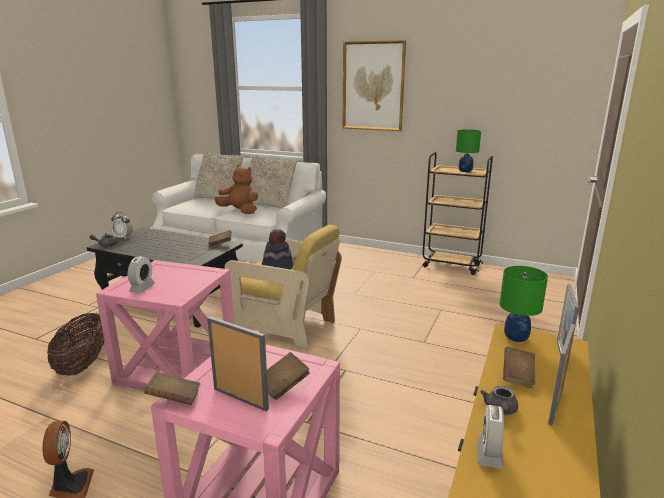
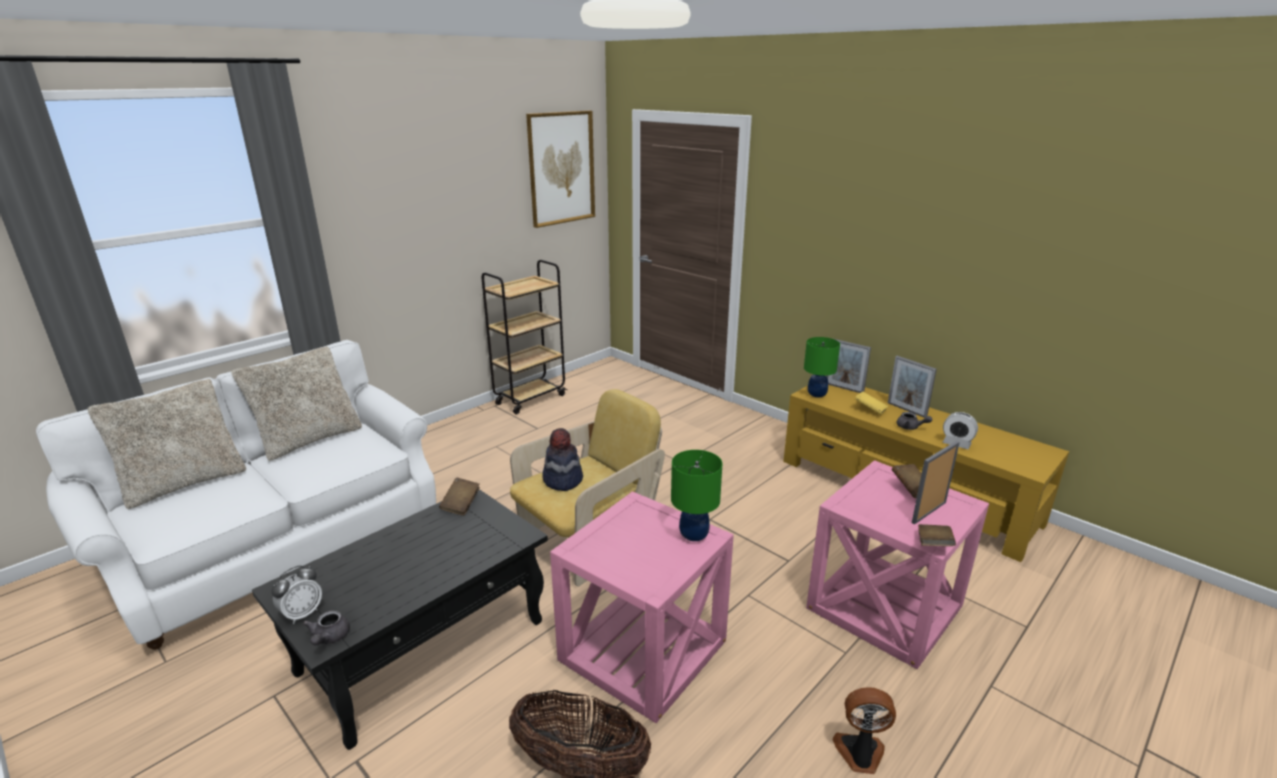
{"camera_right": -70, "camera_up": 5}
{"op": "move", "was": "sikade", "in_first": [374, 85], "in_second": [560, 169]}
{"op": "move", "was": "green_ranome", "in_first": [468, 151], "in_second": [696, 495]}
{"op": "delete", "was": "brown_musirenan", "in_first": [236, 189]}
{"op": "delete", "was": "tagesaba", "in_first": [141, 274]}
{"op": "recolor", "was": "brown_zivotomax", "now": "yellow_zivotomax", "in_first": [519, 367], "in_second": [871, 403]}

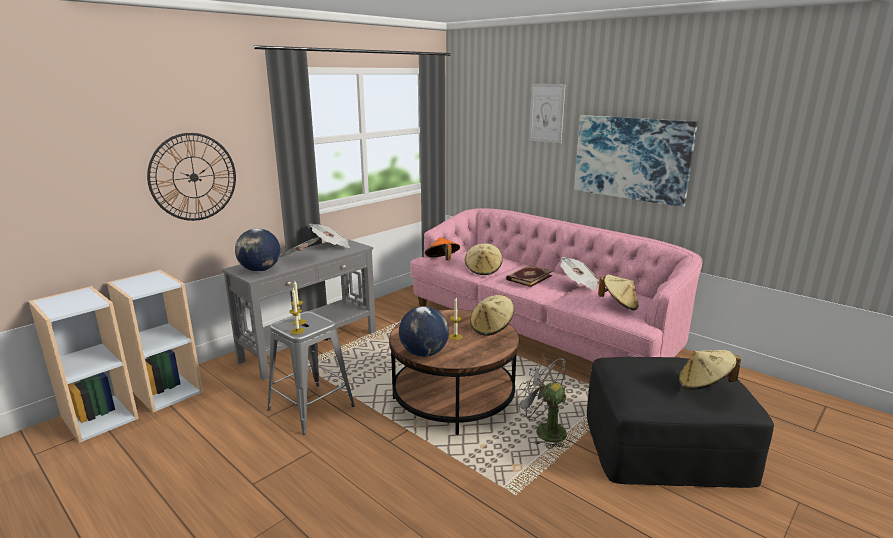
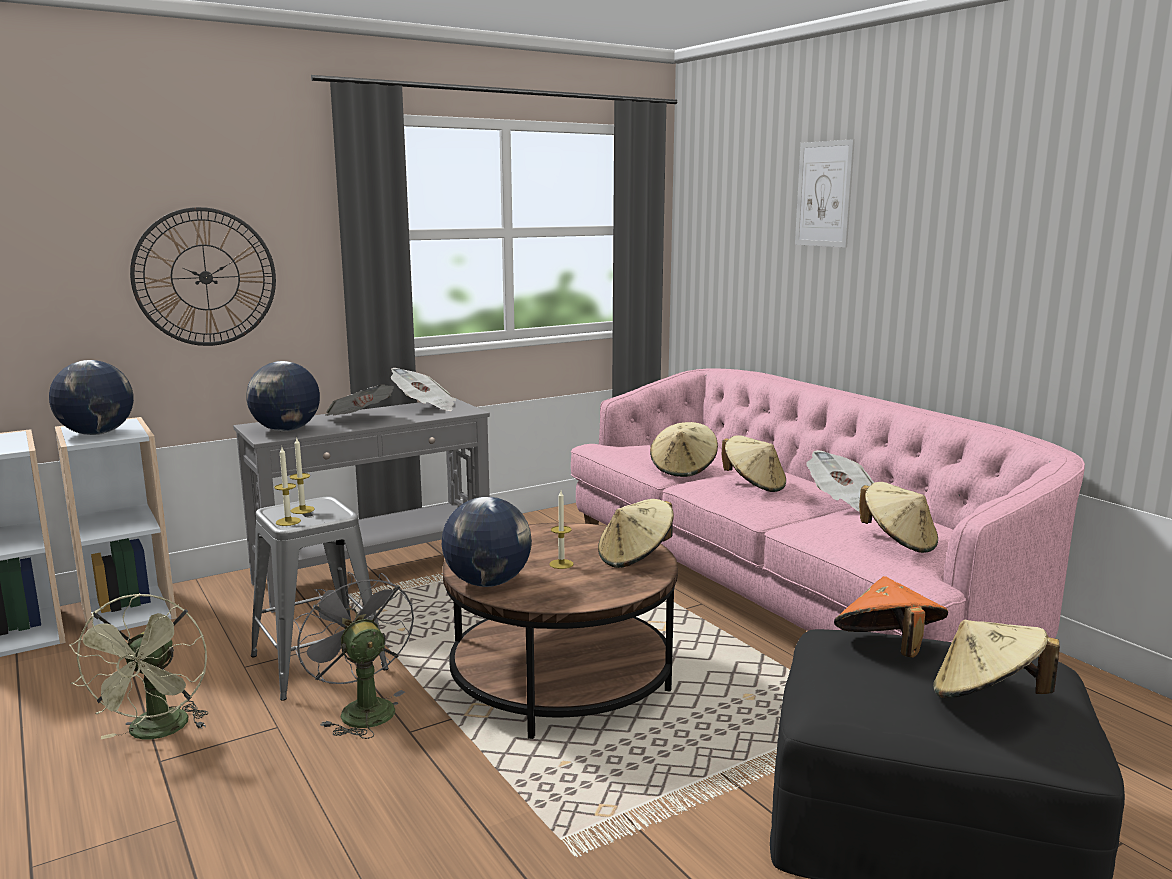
{"camera_right": 15, "camera_up": -5}
{"op": "delete", "was": "sikade", "in_first": [636, 161]}
{"op": "move", "was": "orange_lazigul", "in_first": [442, 248], "in_second": [891, 617]}
{"op": "replace", "was": "zivotomax", "now": "beige_lazigul", "in_first": [529, 276], "in_second": [754, 463]}
{"op": "move", "was": "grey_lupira", "in_first": [543, 401], "in_second": [354, 655]}
{"op": "insert", "now": "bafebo", "in_second": [91, 397]}
{"op": "insert", "now": "green_lupira", "in_second": [139, 666]}

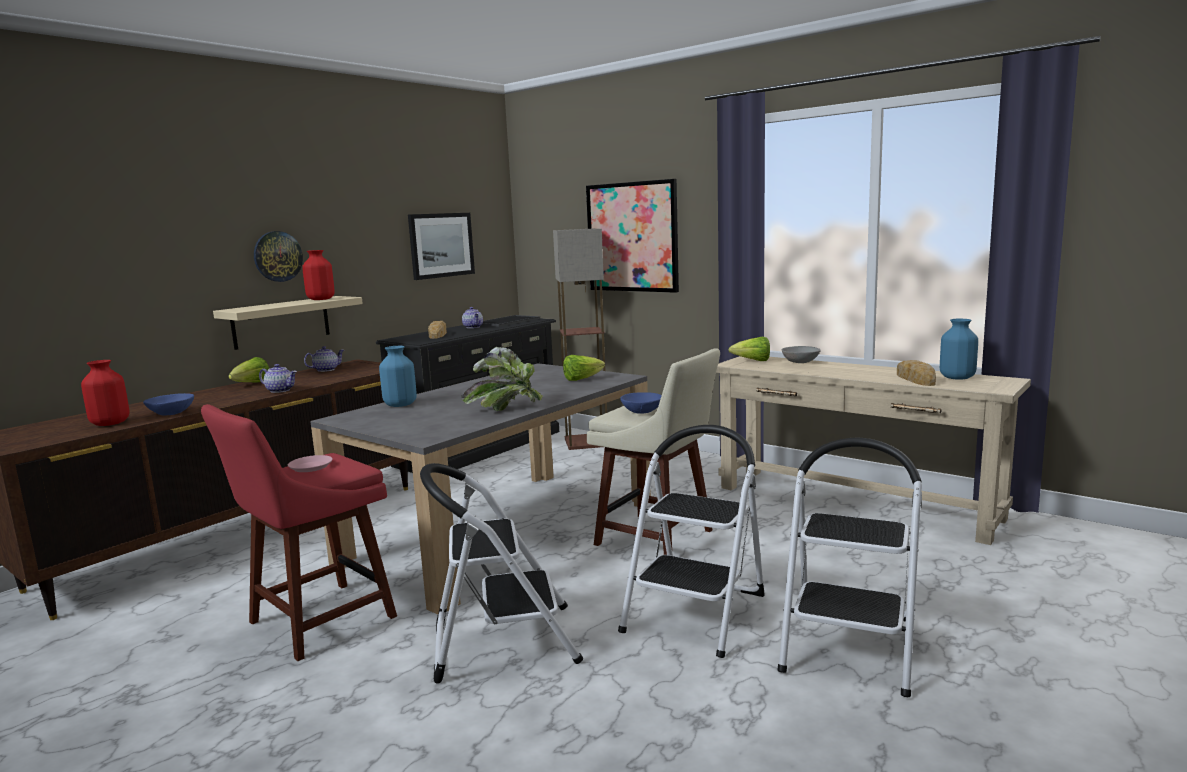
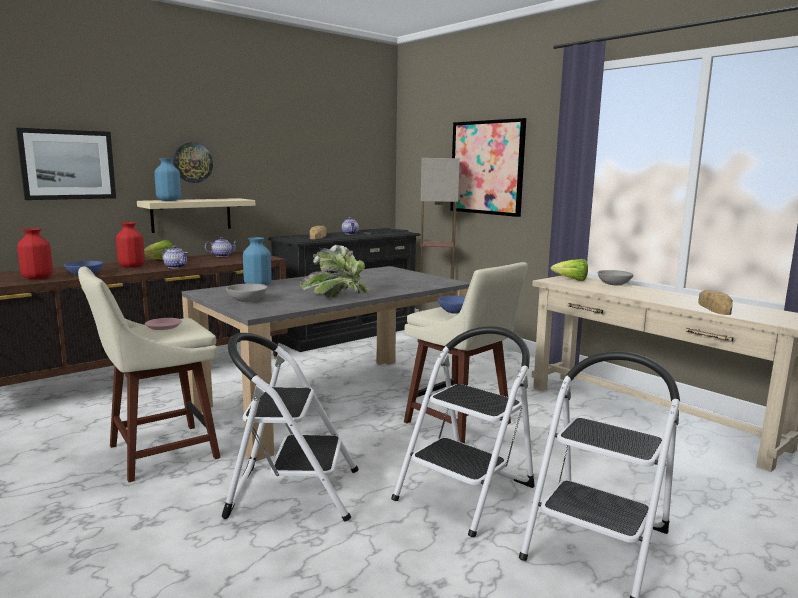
{"camera_right": 10, "camera_up": 0}
{"op": "move", "was": "sikade", "in_first": [441, 246], "in_second": [66, 164]}
{"op": "move", "was": "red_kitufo", "in_first": [318, 275], "in_second": [130, 245]}
{"op": "move", "was": "blue_kitufo", "in_first": [959, 349], "in_second": [167, 179]}
{"op": "delete", "was": "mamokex", "in_first": [584, 368]}
{"op": "recolor", "was": "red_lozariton", "now": "beige_lozariton", "in_first": [299, 532], "in_second": [149, 374]}
{"op": "insert", "now": "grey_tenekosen", "in_second": [247, 292]}

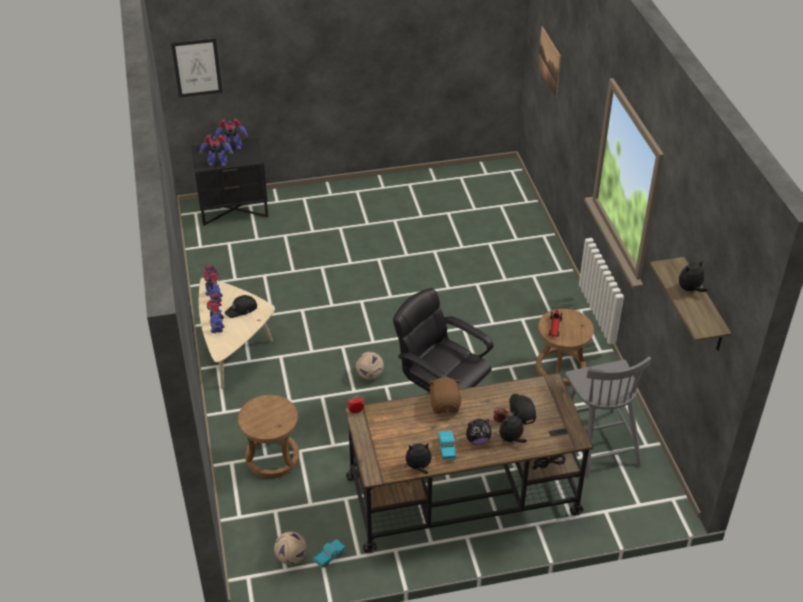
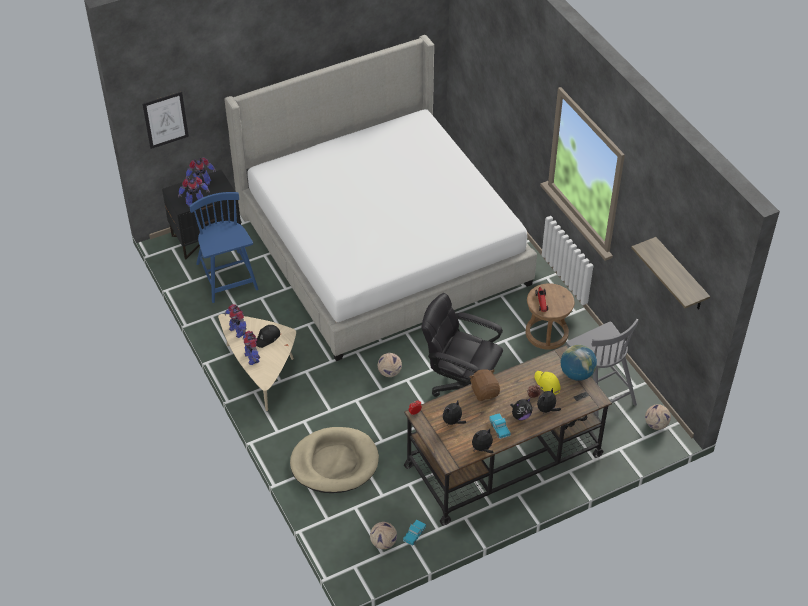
{"camera_right": -15, "camera_up": 5}
{"op": "delete", "was": "sikade", "in_first": [549, 62]}
{"op": "move", "was": "musirenan", "in_first": [693, 276], "in_second": [454, 413]}
{"op": "recolor", "was": "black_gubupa", "now": "yellow_gubupa", "in_first": [522, 409], "in_second": [547, 383]}
{"op": "replace", "was": "brown_lozariton", "now": "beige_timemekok", "in_first": [268, 436], "in_second": [334, 460]}
{"op": "insert", "now": "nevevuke", "in_second": [380, 198]}
{"op": "insert", "now": "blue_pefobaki", "in_second": [223, 247]}
{"op": "insert", "now": "bafebo", "in_second": [579, 363]}
{"op": "insert", "now": "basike", "in_second": [658, 417]}

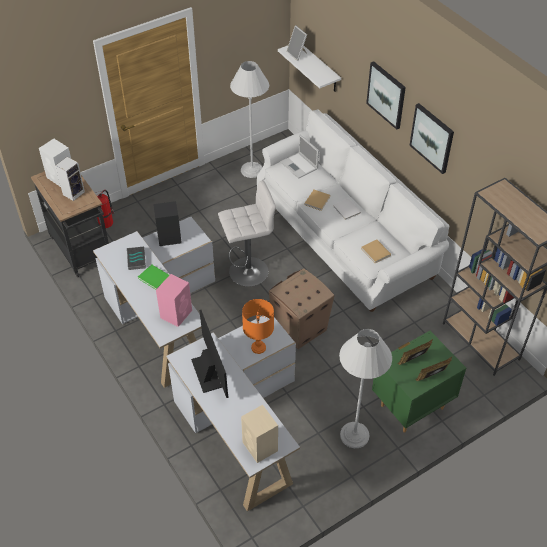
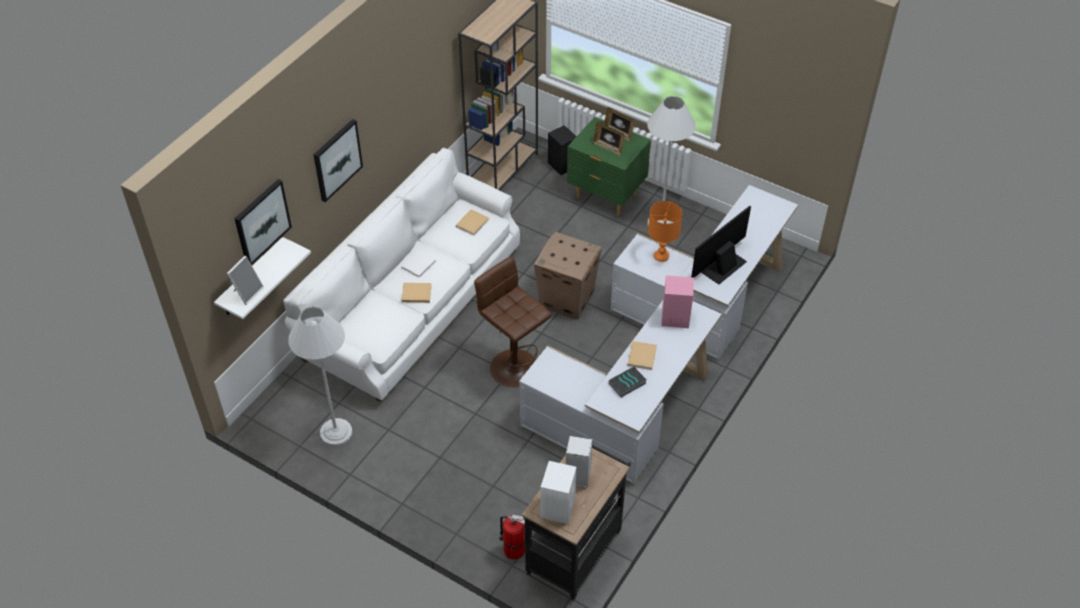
{"camera_right": -115, "camera_up": 0}
{"op": "move", "was": "sikade", "in_first": [431, 138], "in_second": [263, 222]}
{"op": "delete", "was": "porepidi", "in_first": [299, 156]}
{"op": "recolor", "was": "white_lozariton", "now": "brown_lozariton", "in_first": [247, 233], "in_second": [513, 322]}
{"op": "move", "was": "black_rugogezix", "in_first": [167, 223], "in_second": [562, 150]}
{"op": "recolor", "was": "green_zivotomax", "now": "beige_zivotomax", "in_first": [153, 277], "in_second": [642, 355]}
{"op": "delete", "was": "beige_rugogezix", "in_first": [259, 434]}

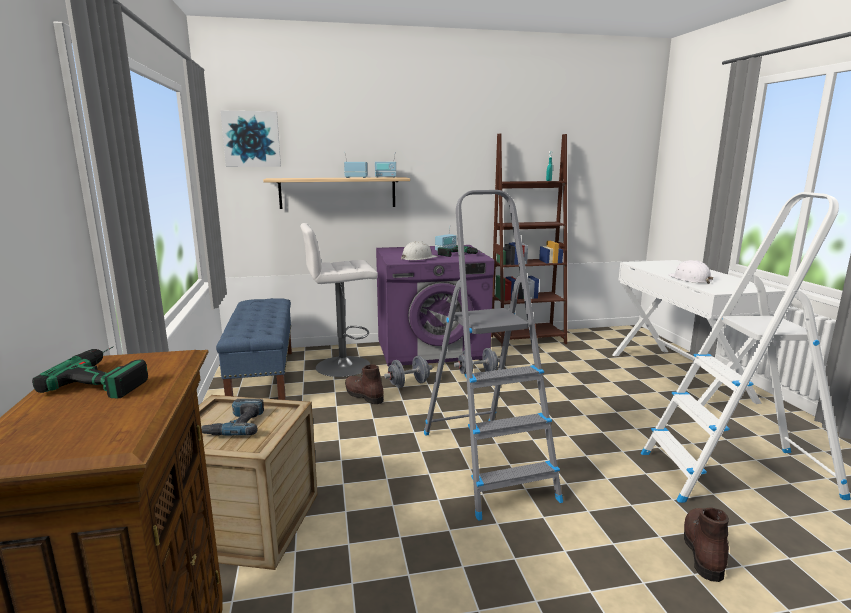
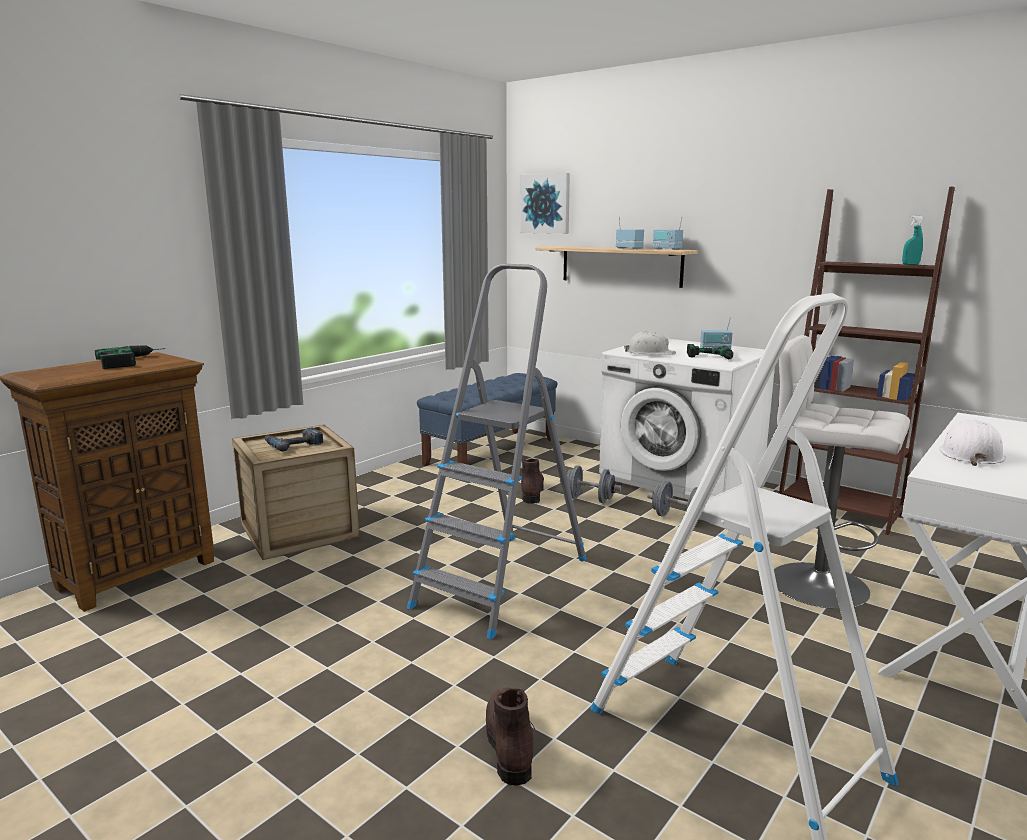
{"camera_right": 50, "camera_up": 0}
{"op": "move", "was": "white_lozariton", "in_first": [339, 300], "in_second": [842, 472]}
{"op": "recolor", "was": "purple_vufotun", "now": "white_vufotun", "in_first": [435, 305], "in_second": [687, 419]}
{"op": "rotate", "was": "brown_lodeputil", "in_first": [706, 544], "in_second": [510, 737], "clockwise": -75}

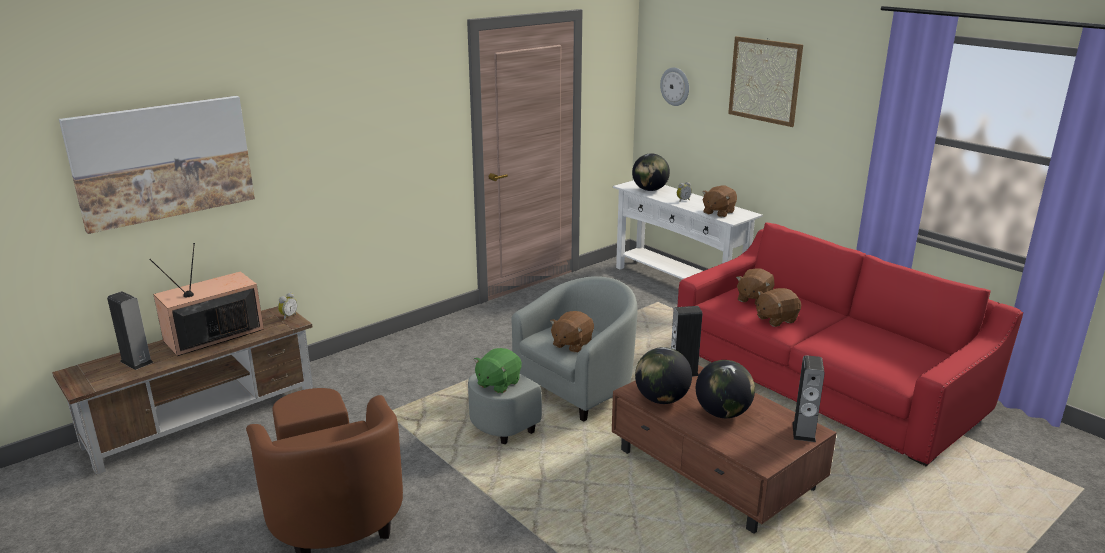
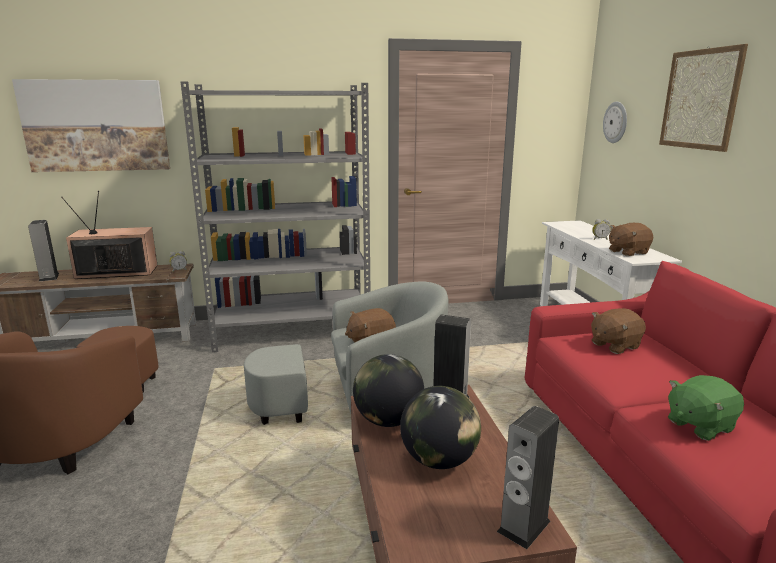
{"camera_right": 30, "camera_up": -5}
{"op": "delete", "was": "bafebo", "in_first": [651, 172]}
{"op": "delete", "was": "brown_musirenan", "in_first": [778, 307]}
{"op": "move", "was": "green_musirenan", "in_first": [498, 371], "in_second": [706, 408]}
{"op": "insert", "now": "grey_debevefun", "in_second": [275, 217]}

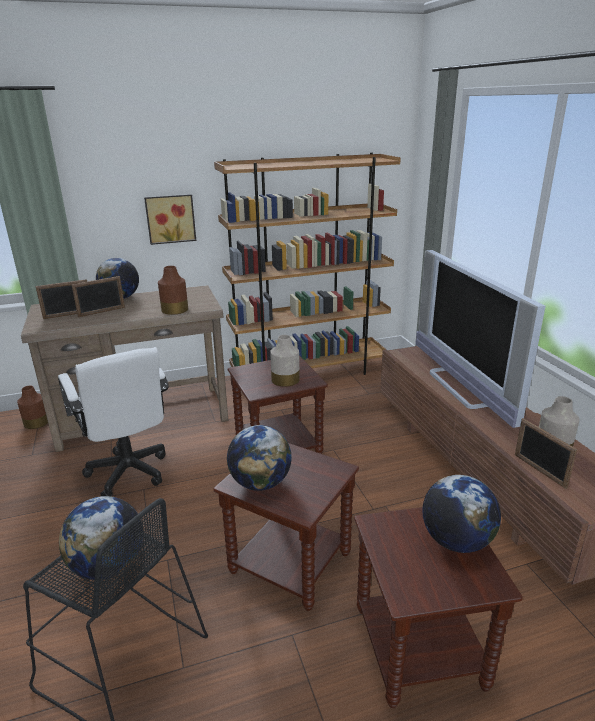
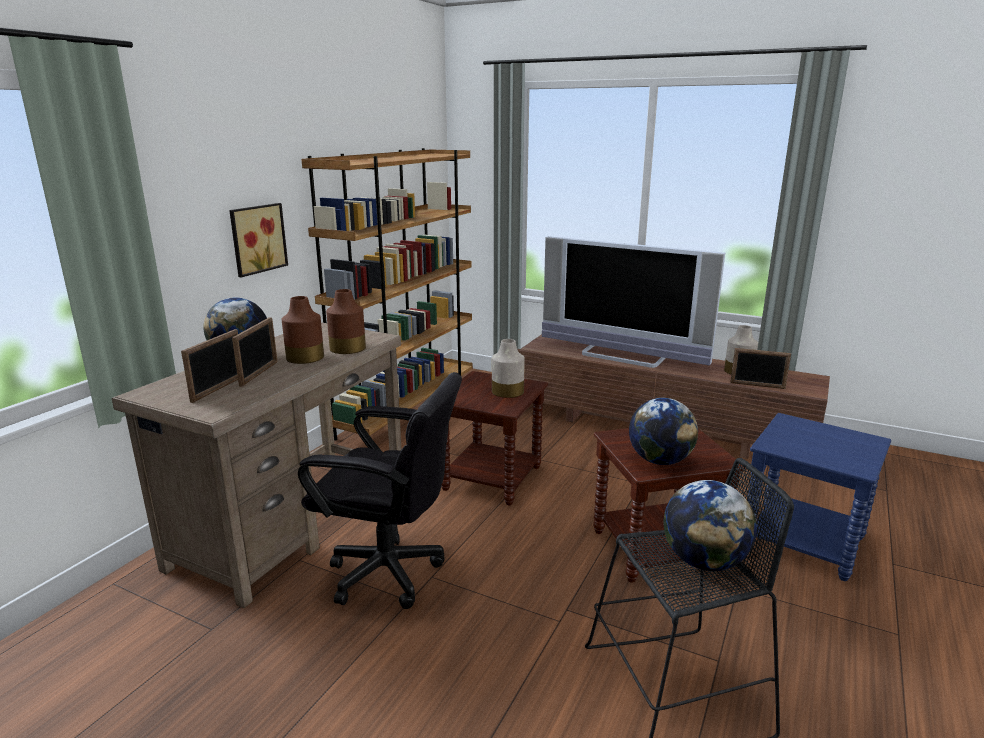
{"camera_right": -45, "camera_up": -5}
{"op": "recolor", "was": "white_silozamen", "now": "black_silozamen", "in_first": [113, 421], "in_second": [380, 490]}
{"op": "move", "was": "brown_kitufo", "in_first": [32, 407], "in_second": [303, 330]}
{"op": "delete", "was": "bafebo", "in_first": [461, 514]}
{"op": "recolor", "was": "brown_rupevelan", "now": "blue_rupevelan", "in_first": [438, 607], "in_second": [819, 497]}

